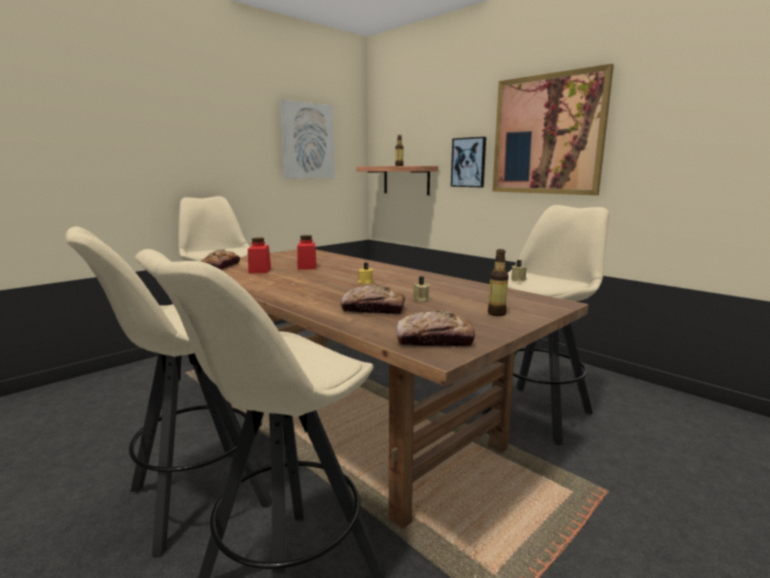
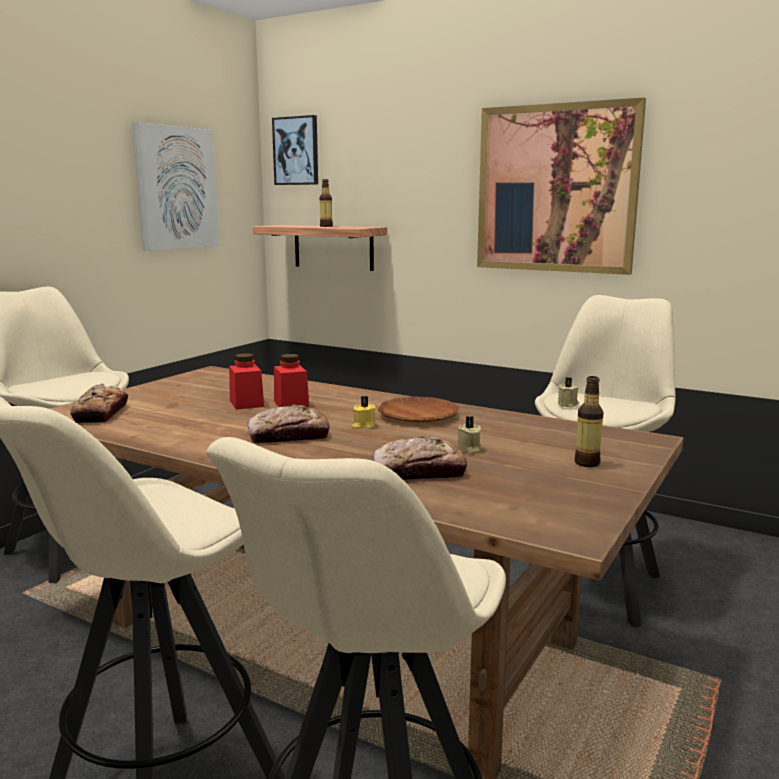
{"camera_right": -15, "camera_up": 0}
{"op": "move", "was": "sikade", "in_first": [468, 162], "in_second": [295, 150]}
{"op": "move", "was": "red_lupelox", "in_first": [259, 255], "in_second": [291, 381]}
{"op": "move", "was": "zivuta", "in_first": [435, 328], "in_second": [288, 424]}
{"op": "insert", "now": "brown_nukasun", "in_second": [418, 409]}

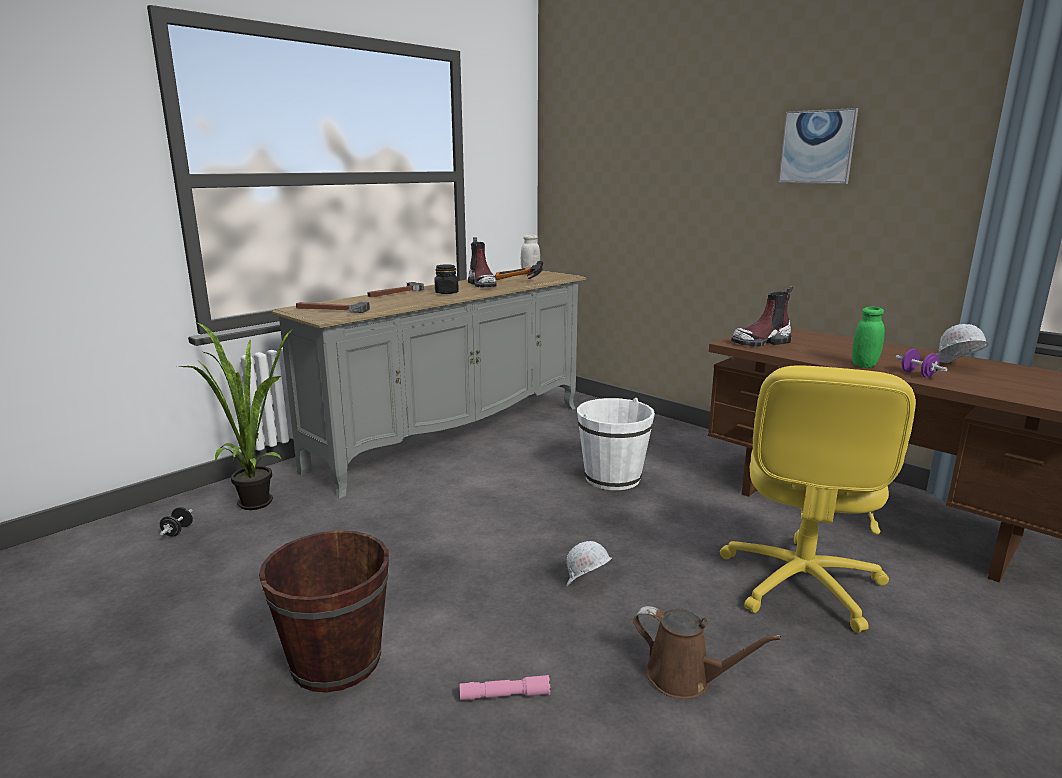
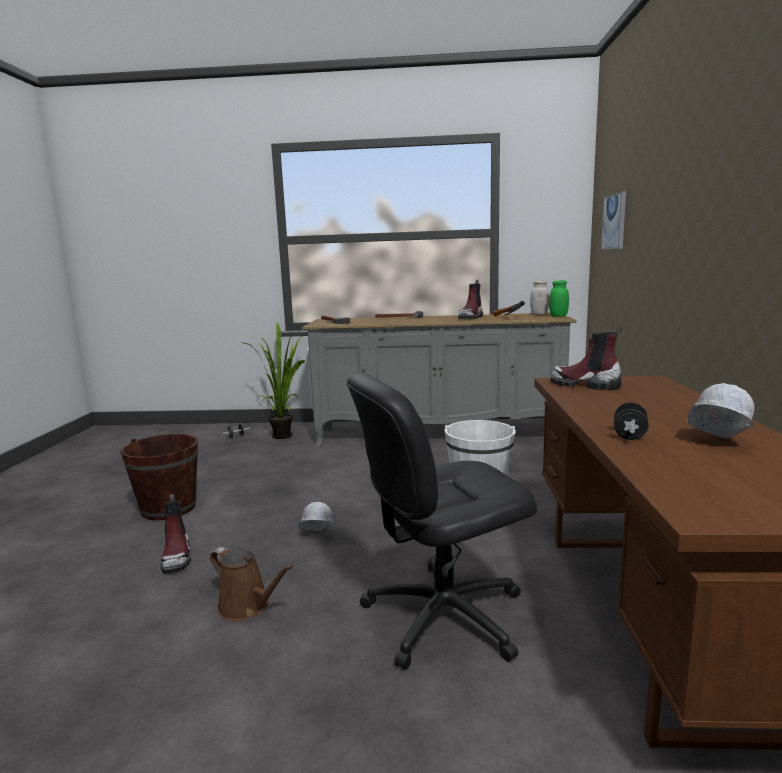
{"camera_right": 50, "camera_up": -5}
{"op": "move", "was": "sikade", "in_first": [818, 146], "in_second": [613, 221]}
{"op": "delete", "was": "black_lupelox", "in_first": [447, 279]}
{"op": "move", "was": "green_lupelox", "in_first": [868, 337], "in_second": [559, 298]}
{"op": "recolor", "was": "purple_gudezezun", "now": "black_gudezezun", "in_first": [921, 363], "in_second": [631, 421]}
{"op": "recolor", "was": "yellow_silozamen", "now": "black_silozamen", "in_first": [818, 499], "in_second": [441, 521]}
{"op": "rotate", "was": "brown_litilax", "in_first": [707, 652], "in_second": [251, 584], "clockwise": -45}
{"op": "replace", "was": "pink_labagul", "now": "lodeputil", "in_first": [505, 687], "in_second": [176, 533]}

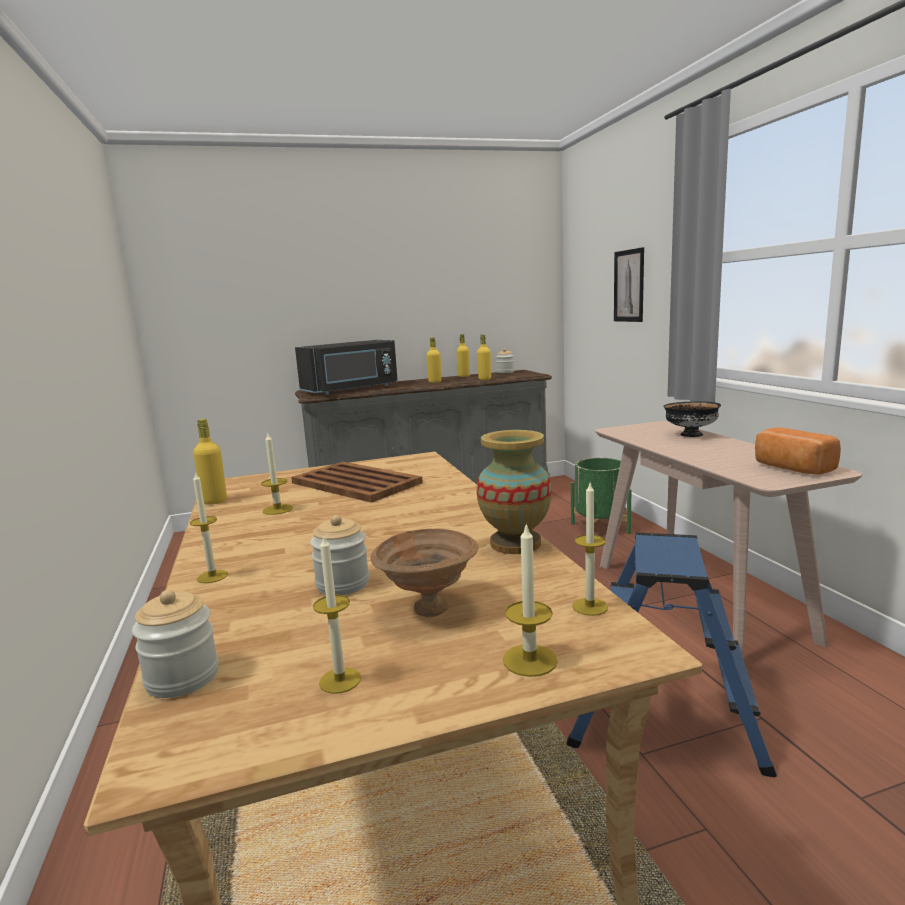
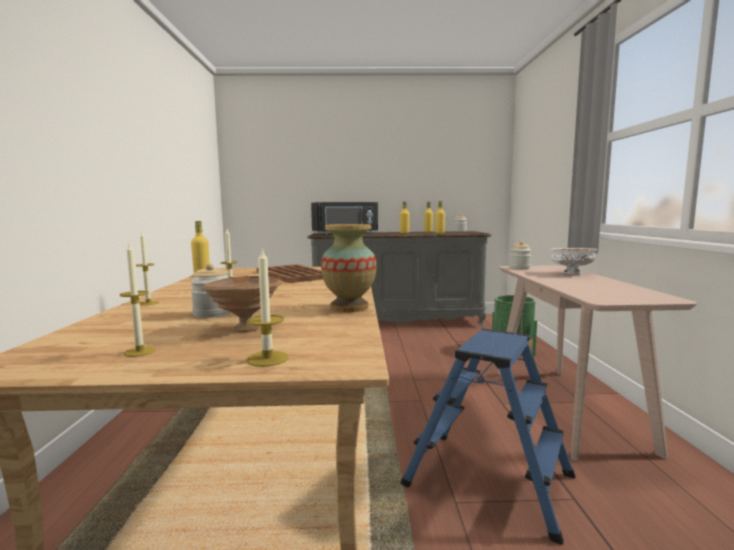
{"camera_right": 15, "camera_up": -5}
{"op": "delete", "was": "sikade", "in_first": [629, 284]}
{"op": "recolor", "was": "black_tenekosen", "now": "white_tenekosen", "in_first": [692, 419], "in_second": [573, 261]}
{"op": "delete", "was": "zivuta", "in_first": [798, 451]}
{"op": "delete", "was": "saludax", "in_first": [590, 549]}
{"op": "move", "was": "lupelox", "in_first": [175, 644], "in_second": [520, 255]}

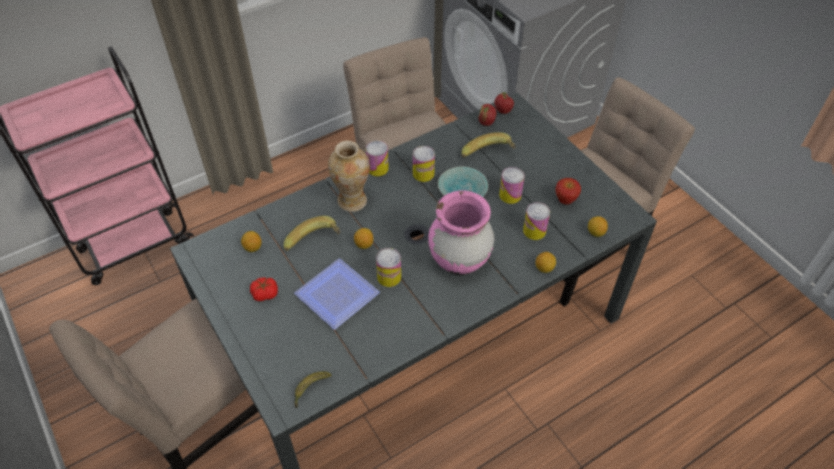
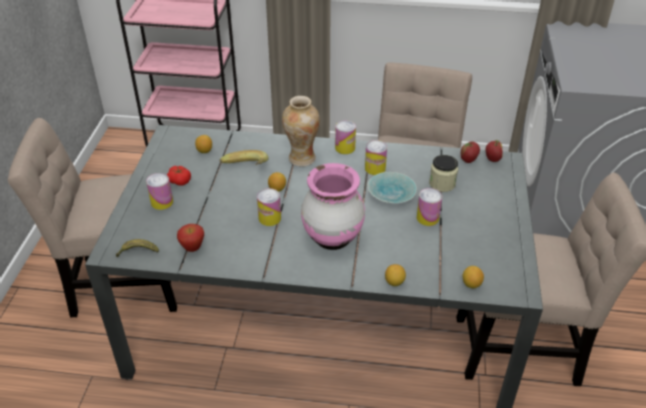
{"camera_right": 40, "camera_up": -10}
{"op": "replace", "was": "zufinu", "now": "lupelox", "in_first": [489, 145], "in_second": [443, 173]}
{"op": "move", "was": "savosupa", "in_first": [568, 191], "in_second": [190, 238]}
{"op": "move", "was": "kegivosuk", "in_first": [536, 221], "in_second": [159, 191]}
{"op": "delete", "was": "nukasun", "in_first": [337, 293]}

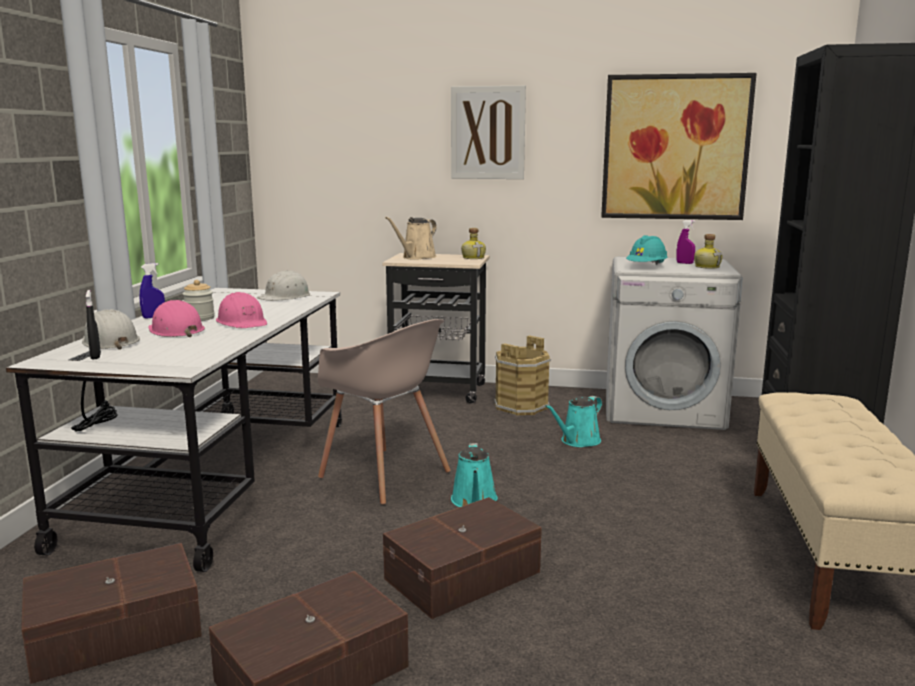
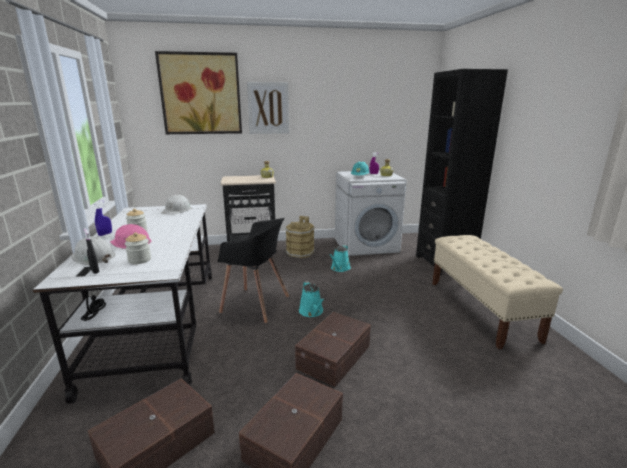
{"camera_right": -20, "camera_up": 5}
{"op": "move", "was": "sikade", "in_first": [679, 146], "in_second": [198, 92]}
{"op": "delete", "was": "beige_litilax", "in_first": [411, 238]}
{"op": "delete", "was": "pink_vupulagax", "in_first": [241, 310]}
{"op": "recolor", "was": "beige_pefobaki", "now": "black_pefobaki", "in_first": [384, 412], "in_second": [253, 270]}
{"op": "insert", "now": "lupelox", "in_second": [138, 248]}

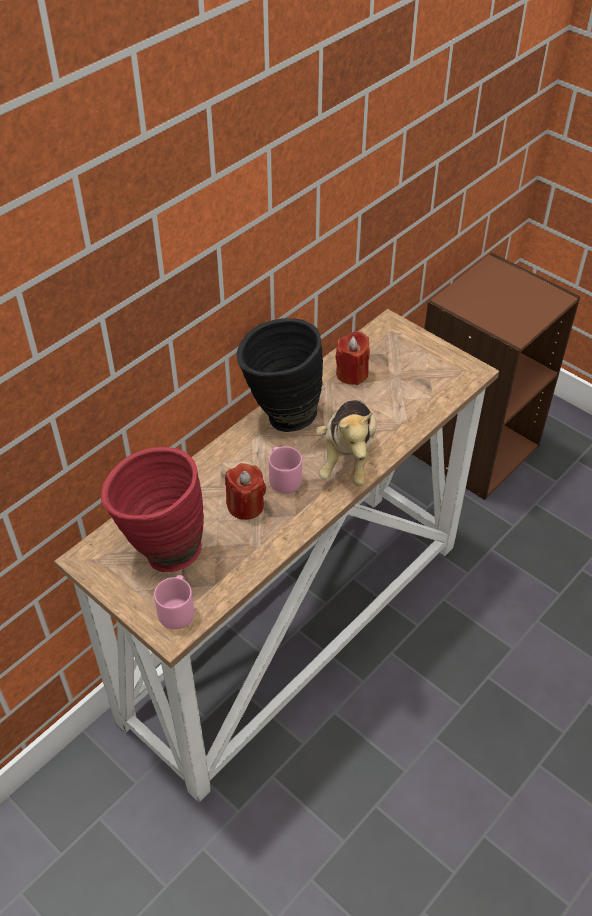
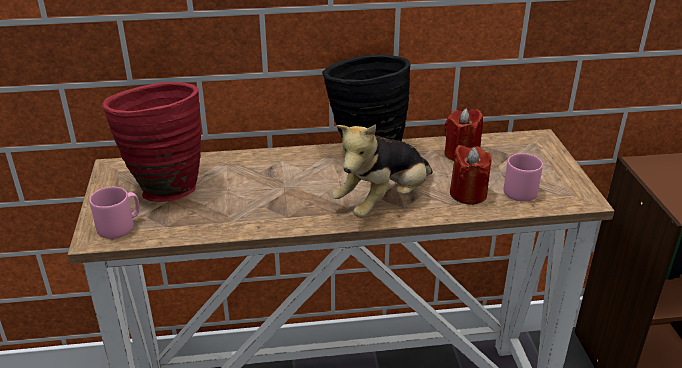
{"camera_right": 40, "camera_up": -15}
{"op": "move", "was": "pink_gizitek", "in_first": [285, 469], "in_second": [523, 177]}
{"op": "move", "was": "red_saludax", "in_first": [245, 491], "in_second": [471, 175]}

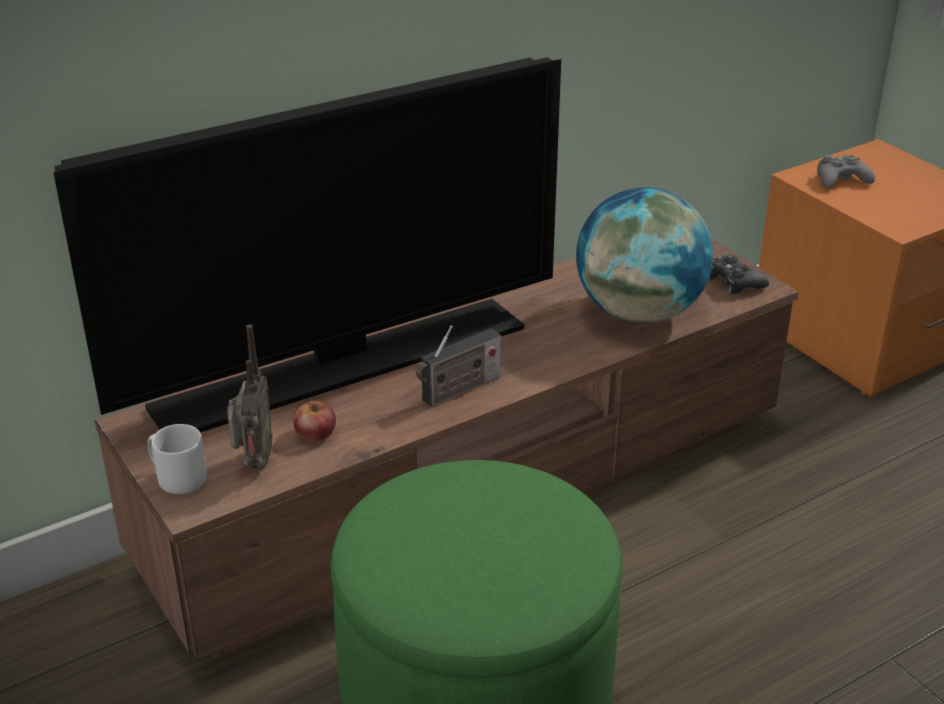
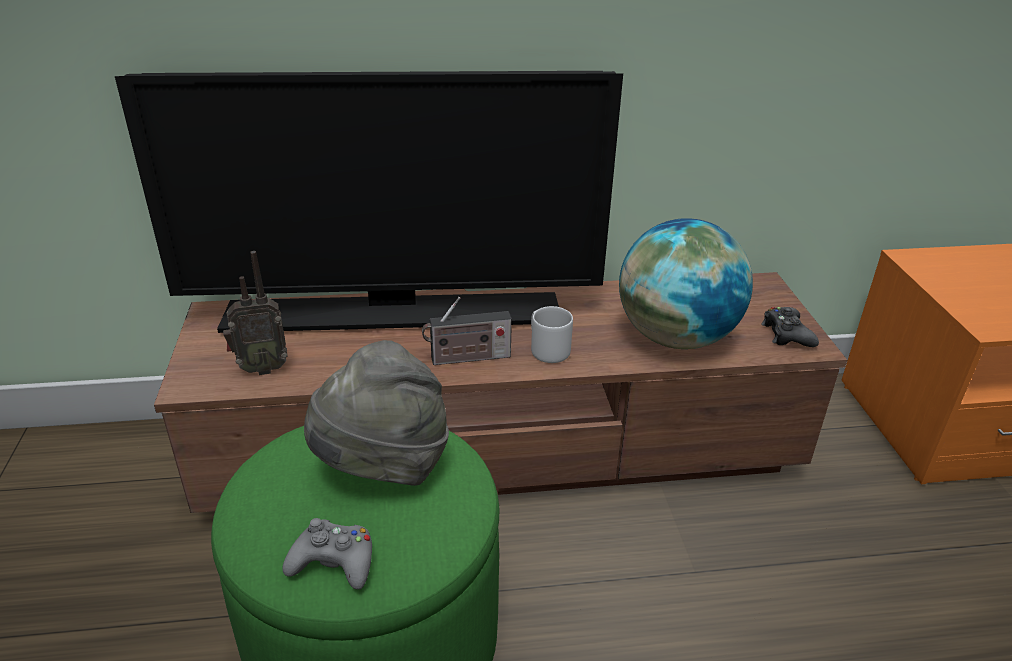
{"camera_right": 25, "camera_up": 0}
{"op": "move", "was": "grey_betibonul", "in_first": [846, 172], "in_second": [327, 554]}
{"op": "rotate", "was": "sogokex", "in_first": [250, 396], "in_second": [255, 313], "clockwise": 45}
{"op": "delete", "was": "savosupa", "in_first": [314, 421]}
{"op": "move", "was": "grey_gizitek", "in_first": [177, 459], "in_second": [552, 334]}
{"op": "insert", "now": "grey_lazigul", "in_second": [376, 413]}

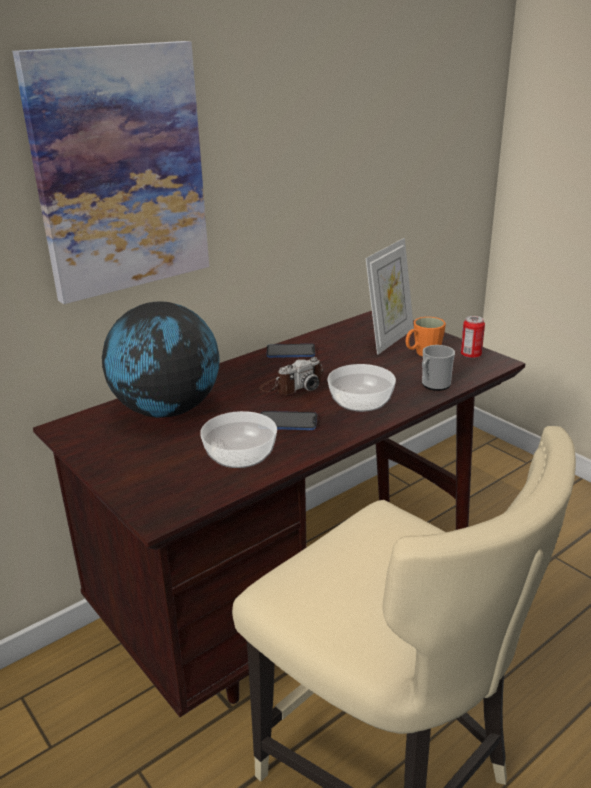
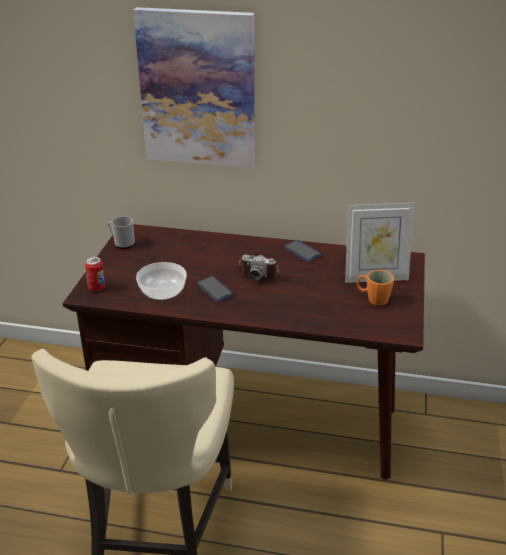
{"camera_right": 50, "camera_up": 5}
{"op": "delete", "was": "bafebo", "in_first": [161, 360]}
{"op": "move", "was": "kegivosuk", "in_first": [473, 337], "in_second": [95, 274]}
{"op": "move", "was": "gizitek", "in_first": [438, 368], "in_second": [121, 232]}
{"op": "delete", "was": "tenekosen", "in_first": [361, 388]}

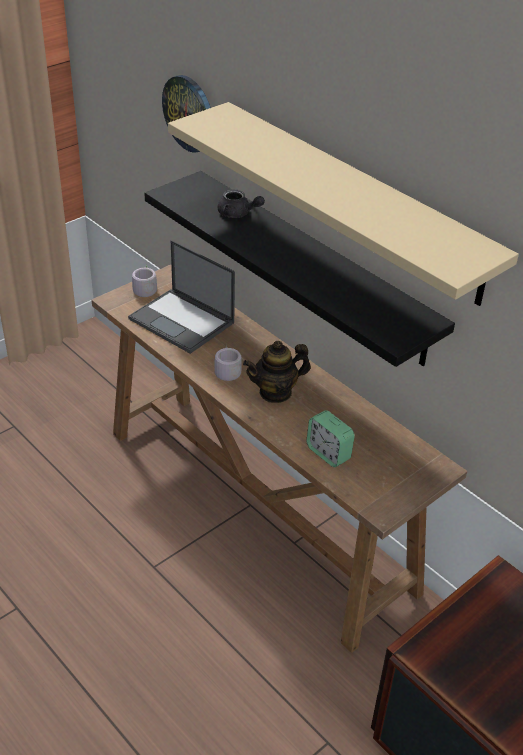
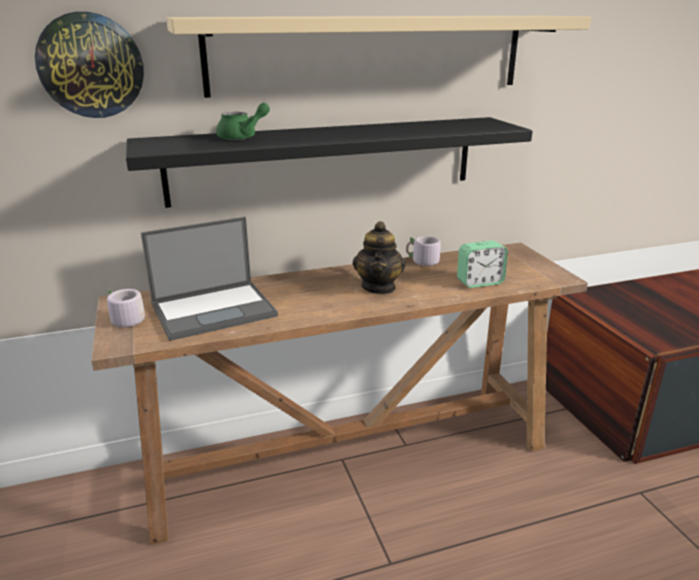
{"camera_right": -65, "camera_up": -15}
{"op": "recolor", "was": "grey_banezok", "now": "green_banezok", "in_first": [241, 203], "in_second": [243, 121]}
{"op": "move", "was": "grey_gizitek", "in_first": [228, 363], "in_second": [423, 251]}

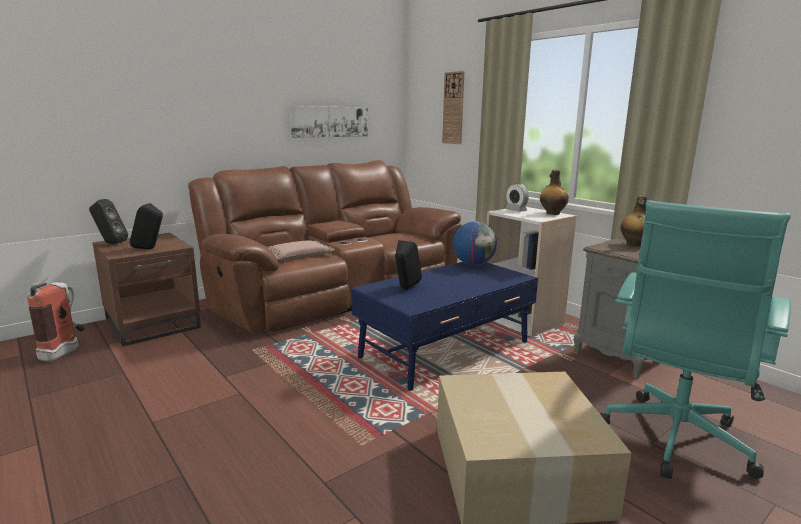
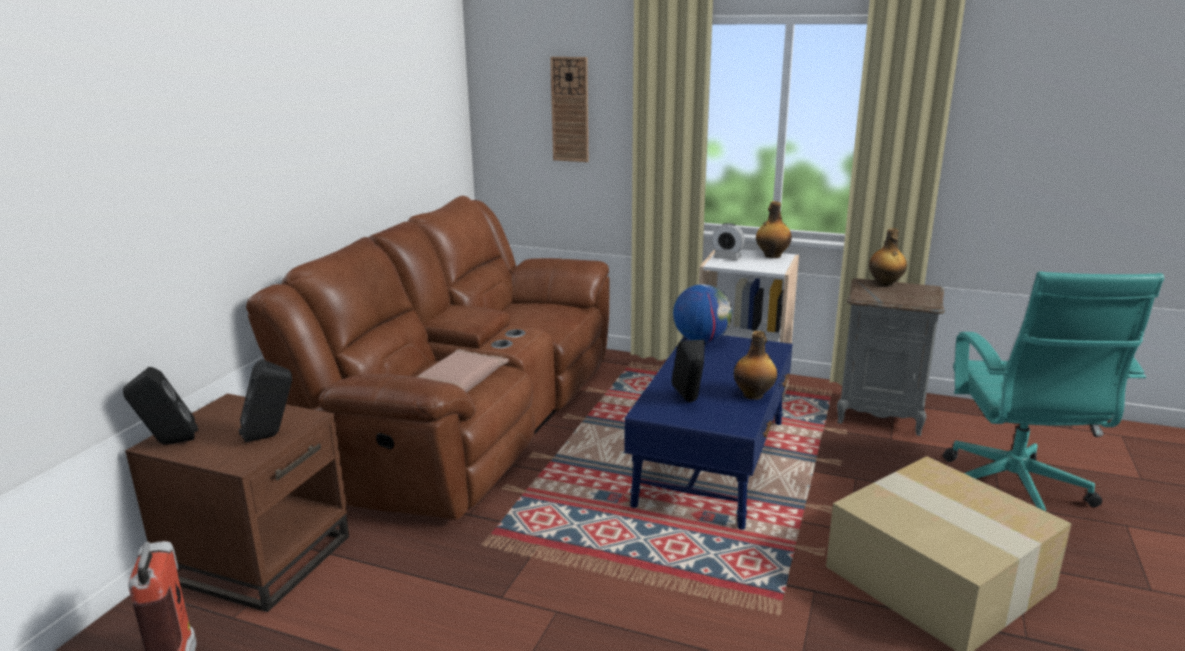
{"camera_right": -30, "camera_up": 5}
{"op": "delete", "was": "sikade", "in_first": [329, 122]}
{"op": "insert", "now": "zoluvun", "in_second": [755, 365]}

